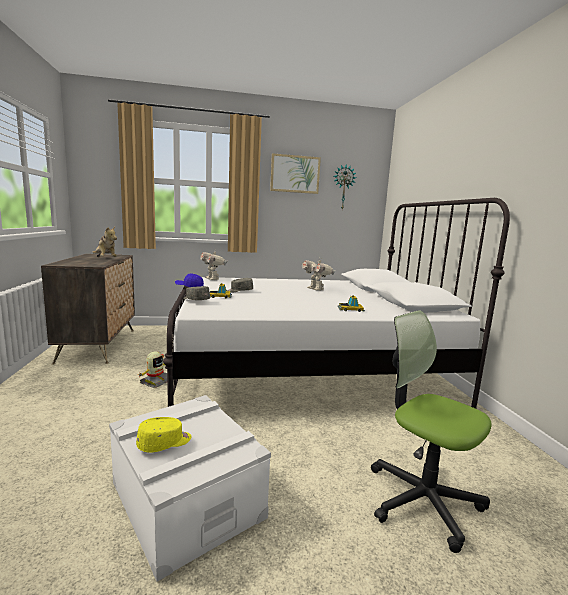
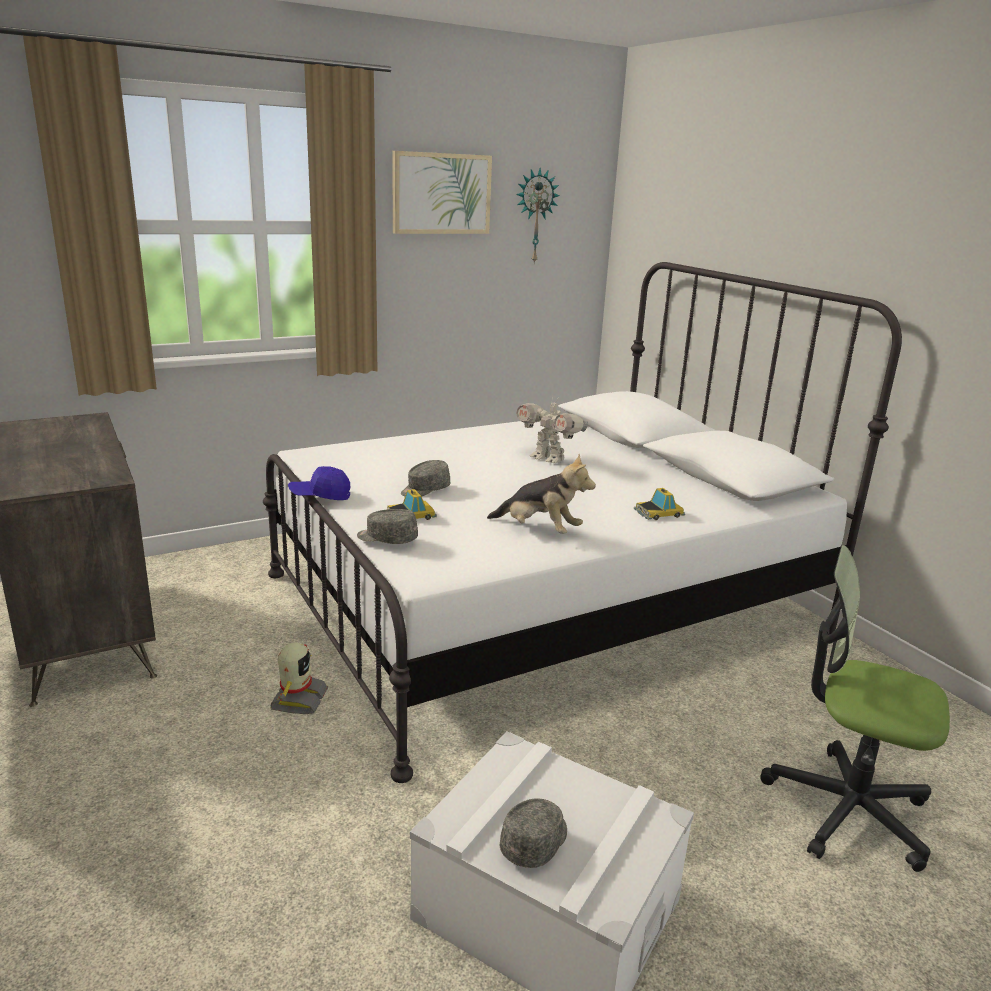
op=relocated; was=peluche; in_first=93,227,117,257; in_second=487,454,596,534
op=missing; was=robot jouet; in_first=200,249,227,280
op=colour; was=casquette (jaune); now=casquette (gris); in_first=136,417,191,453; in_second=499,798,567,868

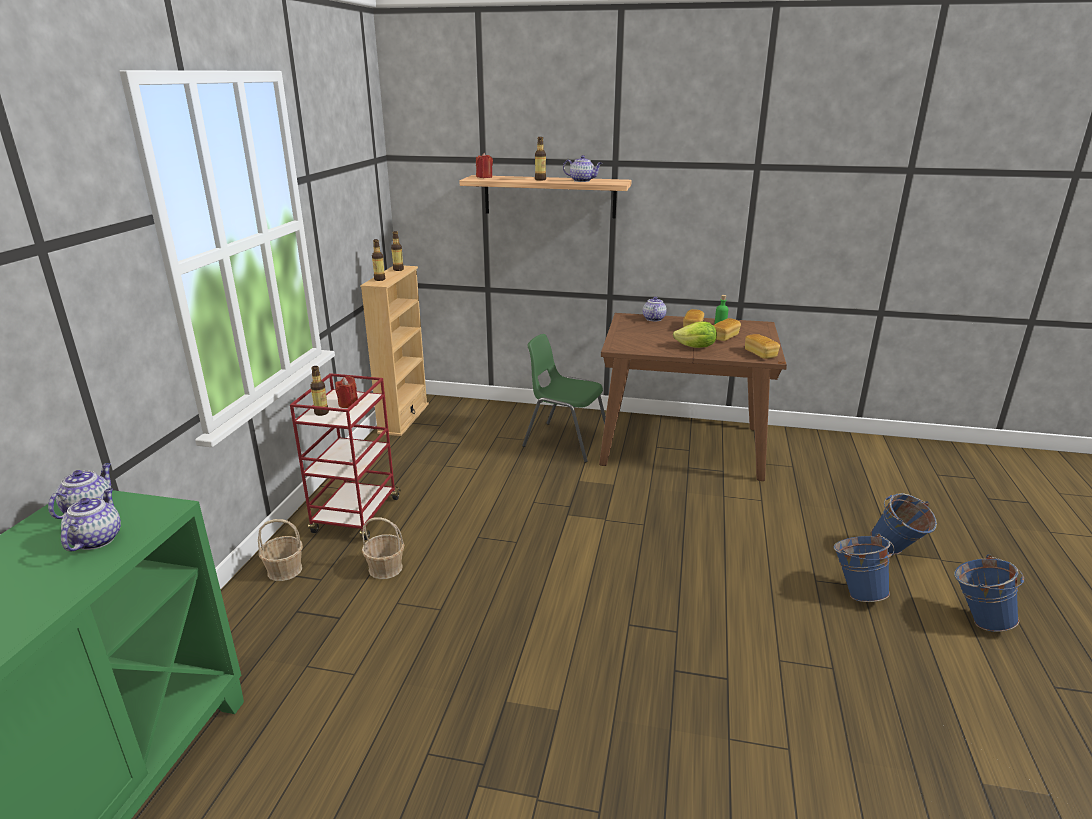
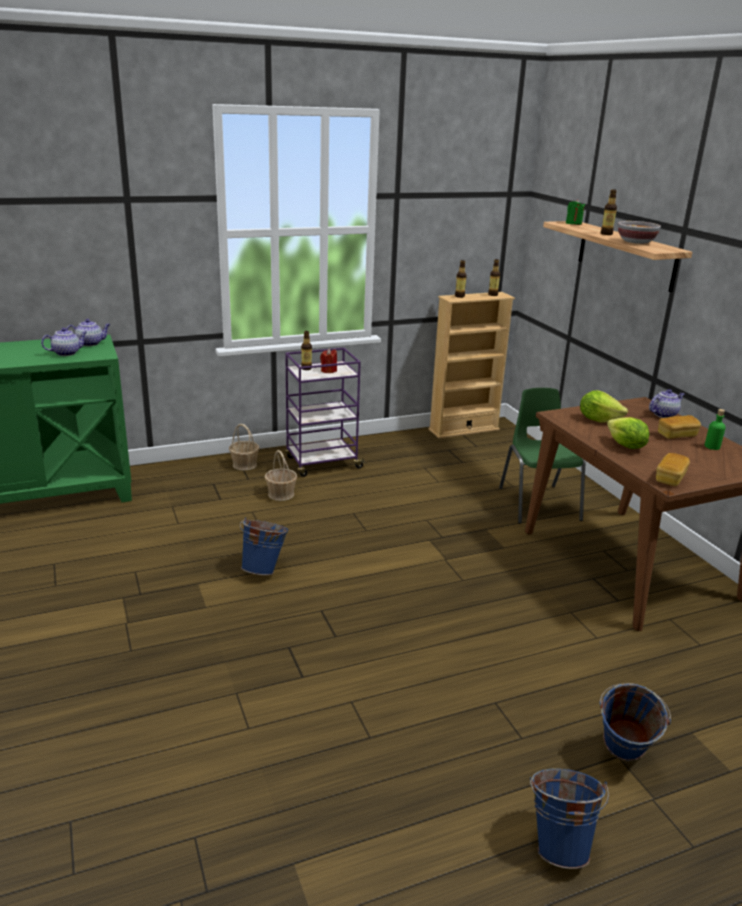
op=colour; was=bougie (rouge); now=bougie (vert); in_first=476,153,493,178; in_second=566,199,585,225
op=exchanged; was=théière; now=bol; in_first=563,155,602,182; in_second=618,221,661,244
op=missing; was=pain; in_first=713,318,741,341
op=colour; was=chariot (rouge); now=chariot (violet); in_first=290,373,401,540; in_second=285,348,366,477
op=relocated; was=seau (bleu); in_first=834,533,895,602; in_second=240,517,289,575
op=appeared; now=laitue; in_second=580,390,628,422

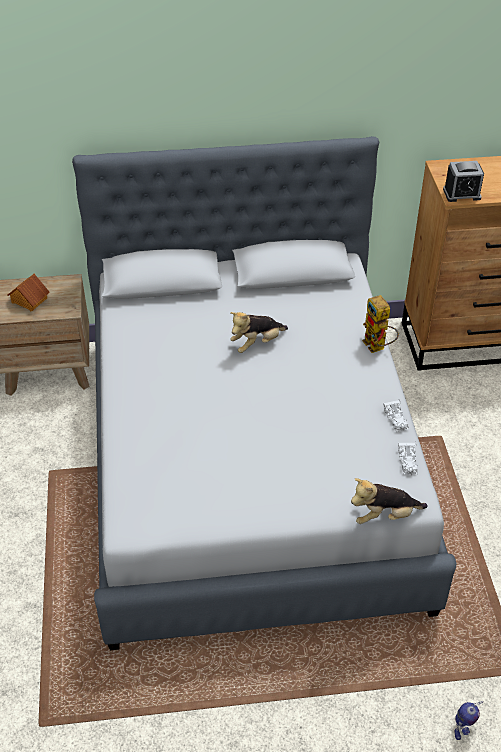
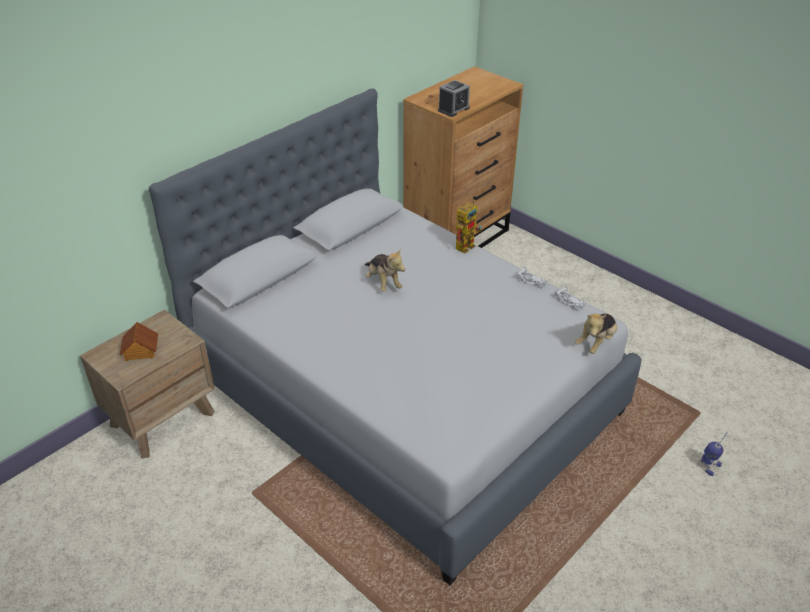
op=spun; was=robot jouet; in_first=362,295,399,353; in_second=455,200,481,254; clockwise=-75
op=spun; was=peluche; in_first=230,312,288,353; in_second=365,248,405,292; clockwise=-45

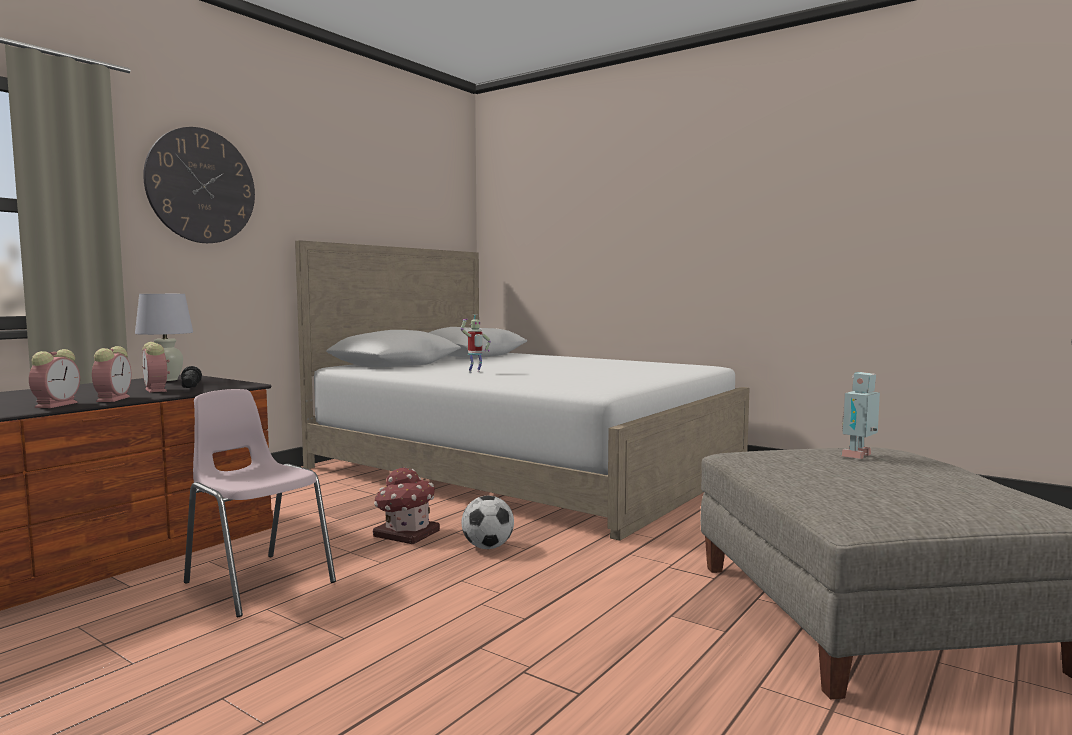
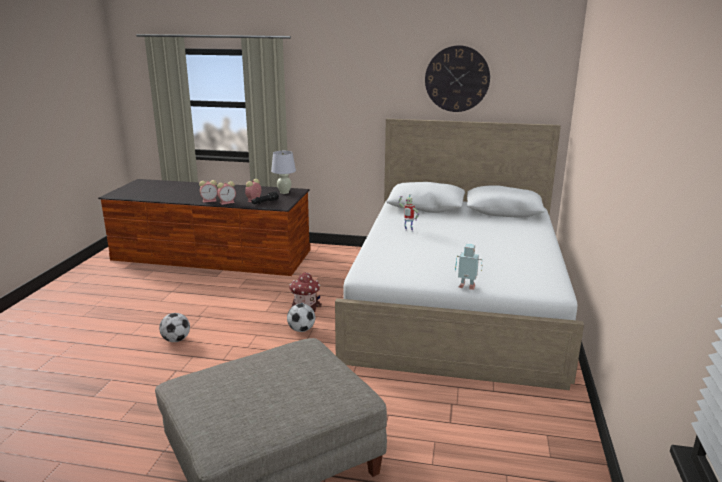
op=relocated; was=horloge murale; in_first=143,127,255,243; in_second=425,45,490,112
op=relocated; was=robot jouet; in_first=841,372,880,459; in_second=455,244,482,290
op=missing; was=chaise (rose); in_first=184,389,336,617
op=appeared; now=ballon de foot; in_second=159,313,190,342

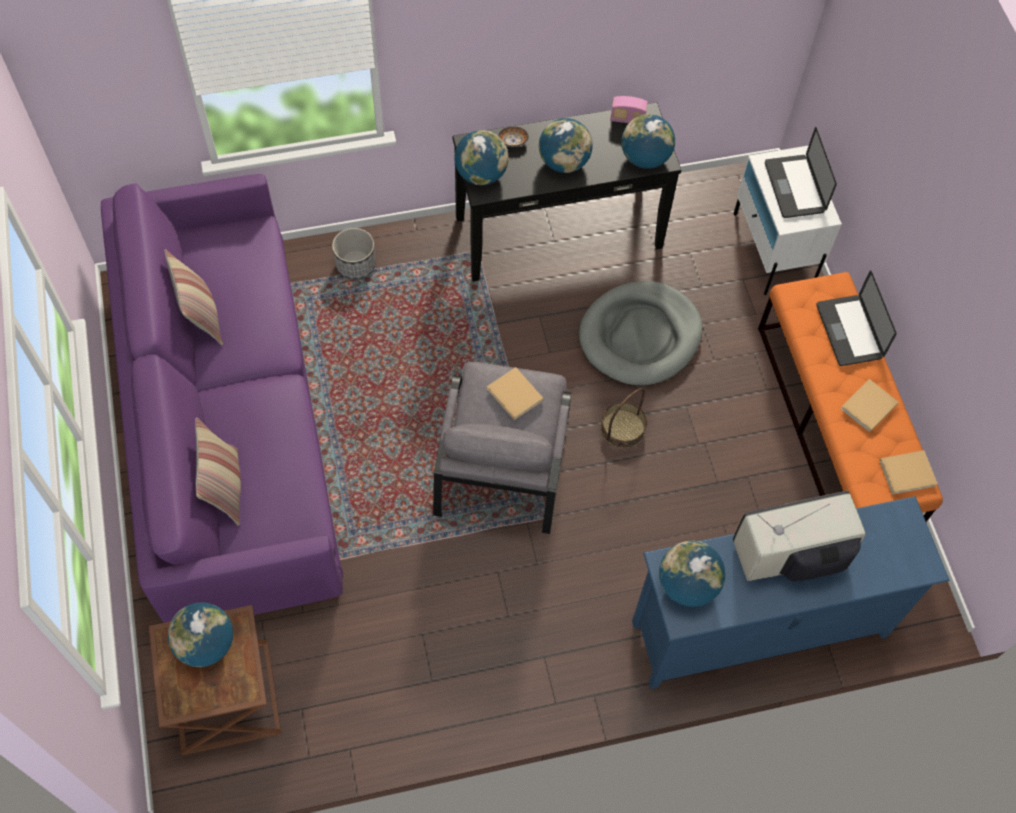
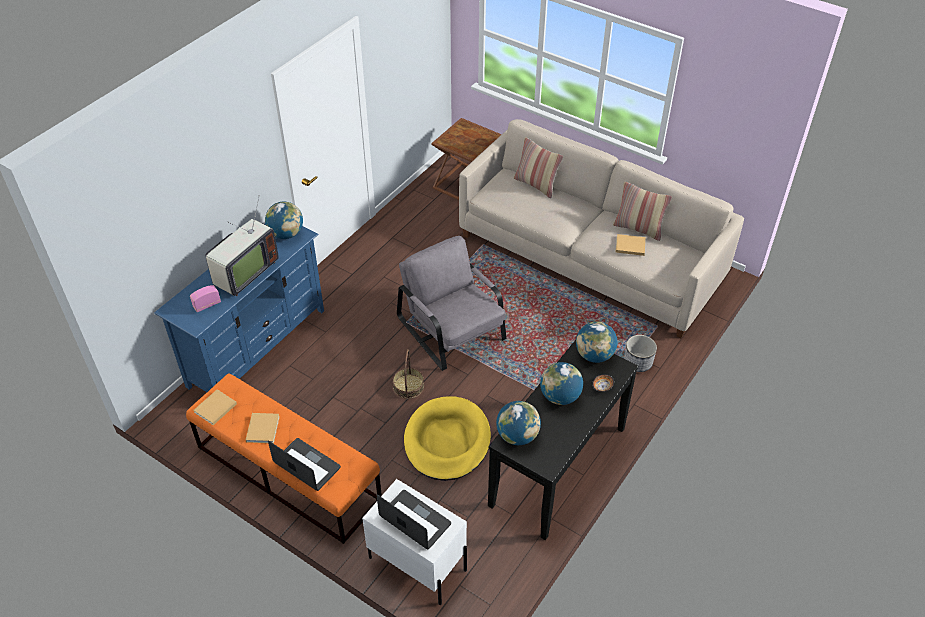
op=relocated; was=radio; in_first=610,96,648,123; in_second=190,285,221,312
op=colour; was=canapé (violet); now=canapé (beige); in_first=101,174,343,623; in_second=459,119,744,338
op=colour; was=panier pour chien (gris); now=panier pour chien (jaune); in_first=579,281,703,386; in_second=404,396,491,481
op=relocated; was=livre (beige); in_first=487,367,543,420; in_second=616,234,646,256
op=missing; was=globe; in_first=168,602,233,667

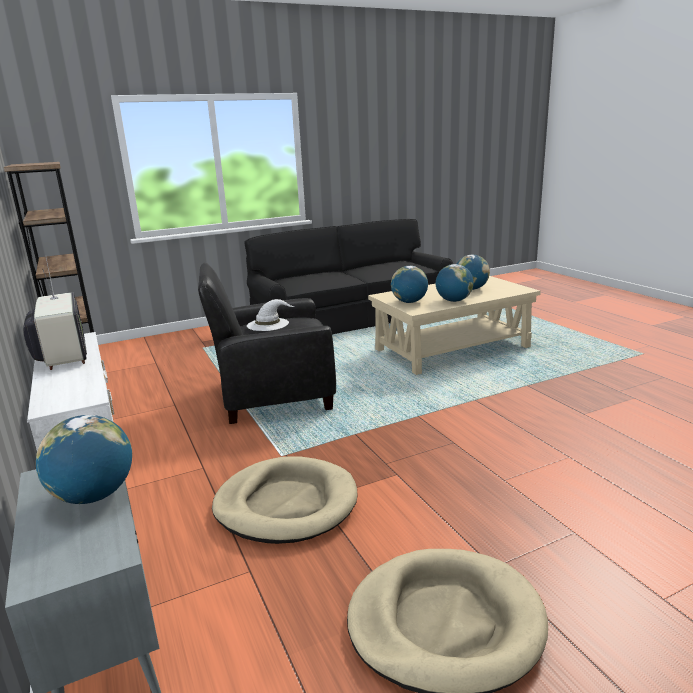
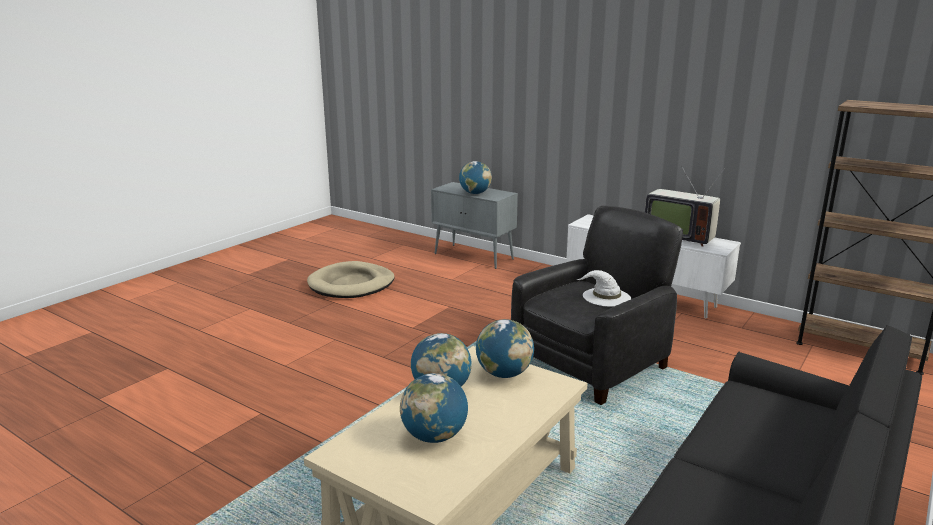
op=missing; was=panier pour chien (beige); in_first=212,456,358,544

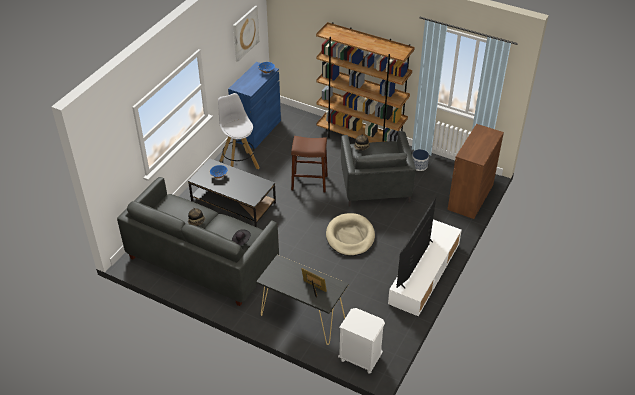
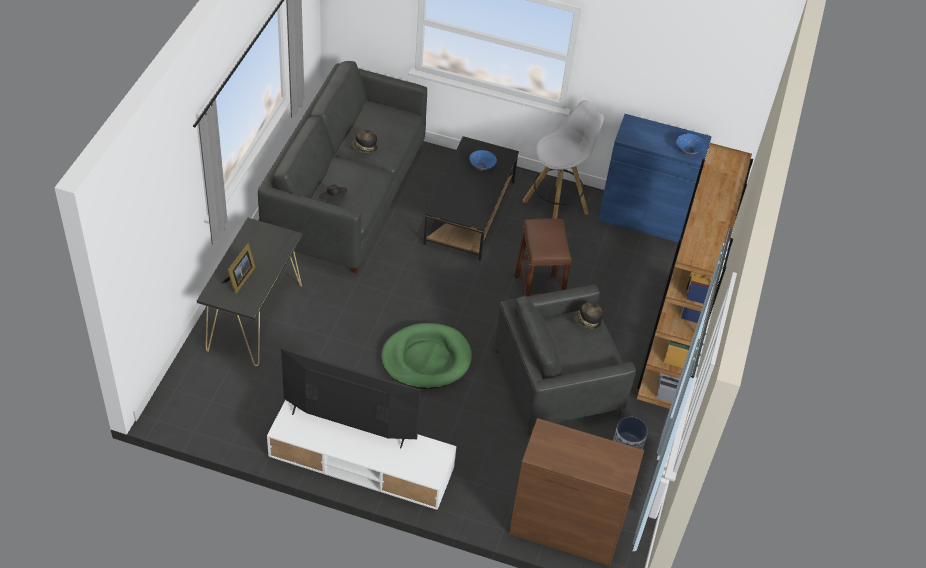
op=missing; was=tableau; in_first=233,5,259,62
op=colour; was=panier pour chien (beige); now=panier pour chien (vert); in_first=326,213,375,256; in_second=381,323,472,389
op=missing; was=table de chevet (blanc); in_first=338,308,385,374

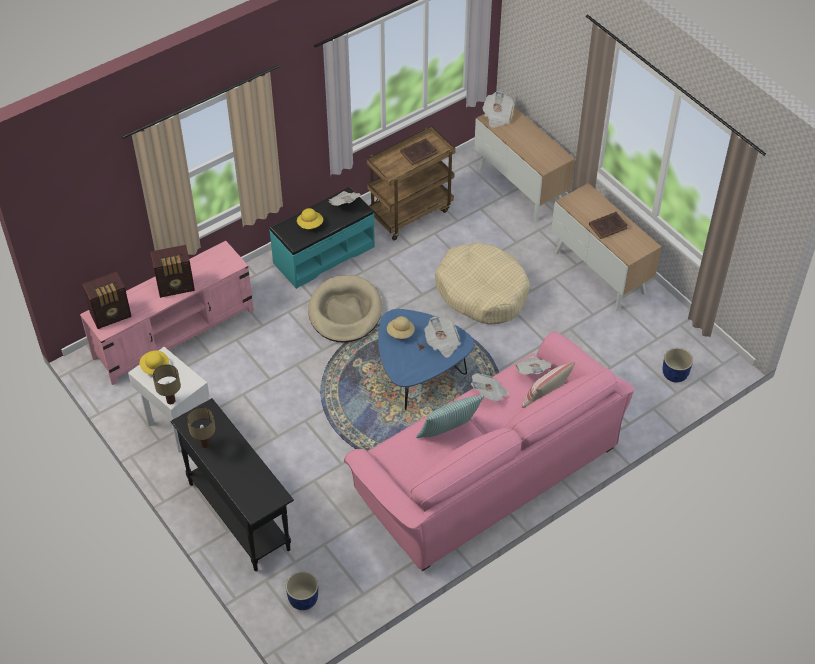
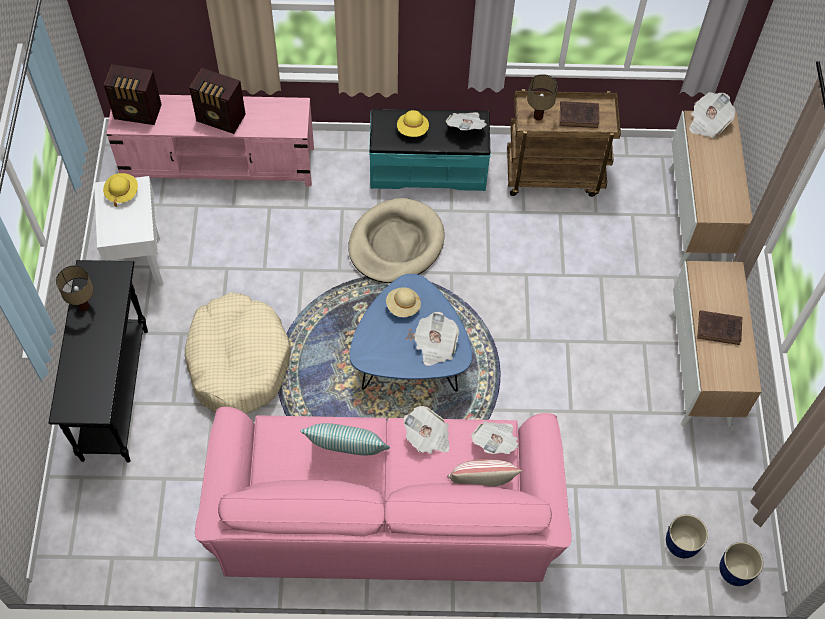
op=relocated; was=panier pour chien (beige); in_first=435,242,530,325; in_second=185,292,291,414
op=relocated; was=lampe de table; in_first=153,364,181,404; in_second=527,74,558,120
op=relocated; was=cache-pot (bleu); in_first=286,571,318,610; in_second=719,542,763,586

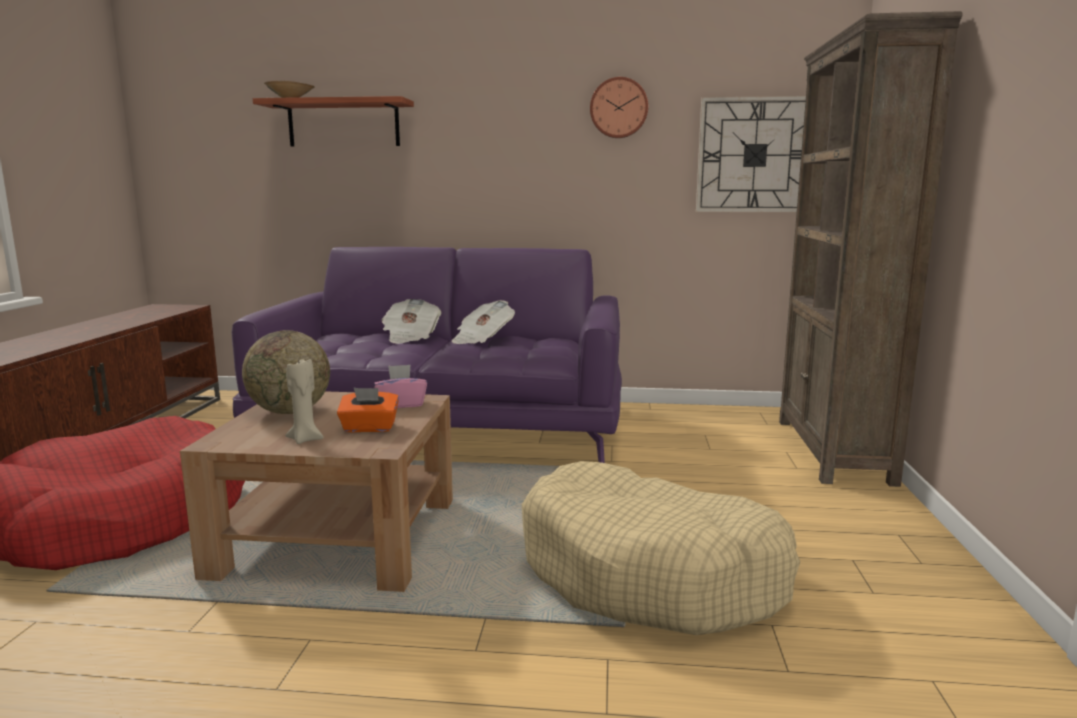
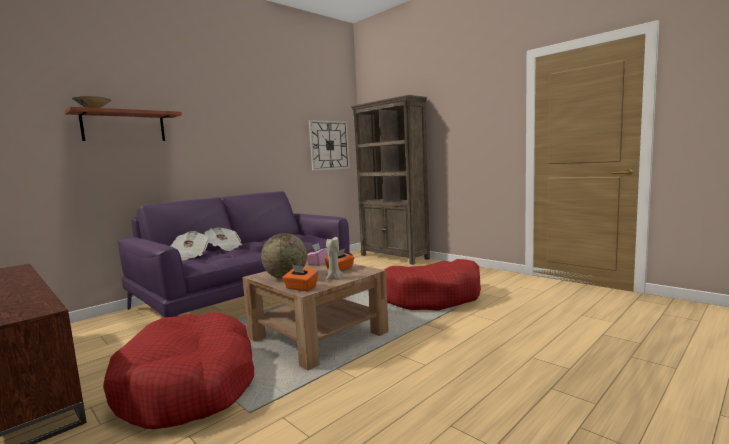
op=missing; was=horloge murale; in_first=590,77,648,138
op=relocated; was=journal; in_first=452,300,515,344; in_second=171,231,210,261
op=colour; was=panier pour chien (beige); now=panier pour chien (rouge); in_first=521,461,800,635; in_second=384,259,481,311
op=appeared; now=boîte à mouchoirs (orange); in_second=282,265,318,291

